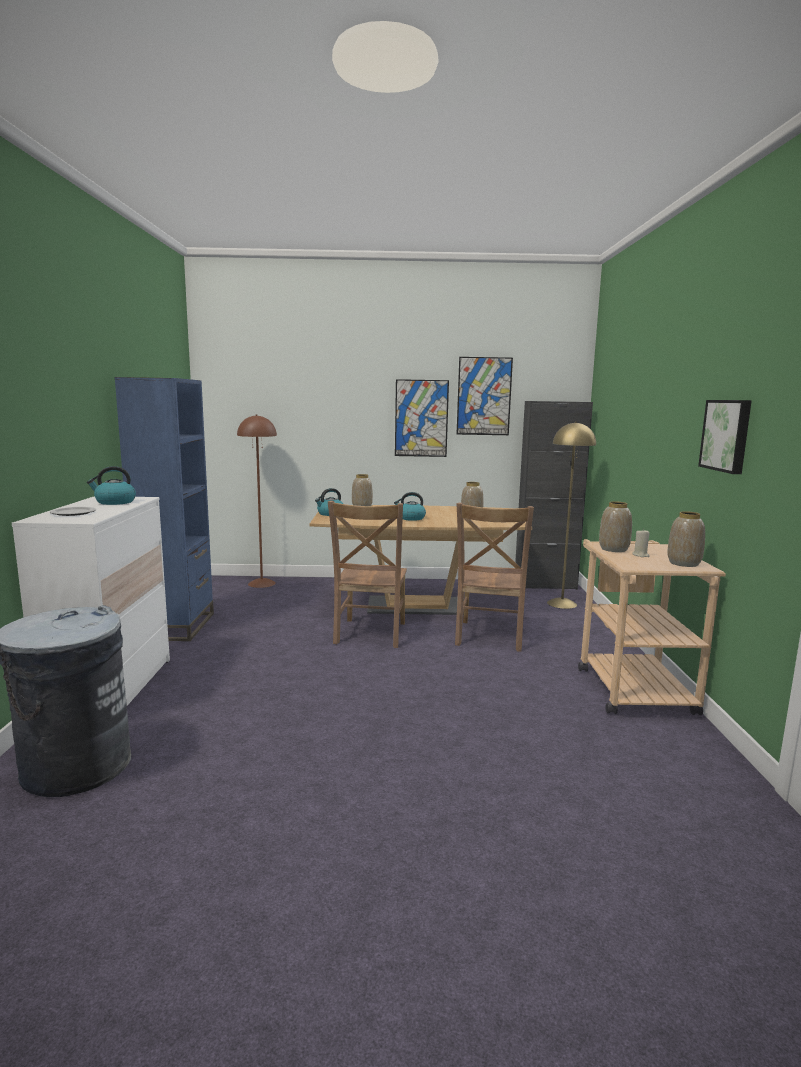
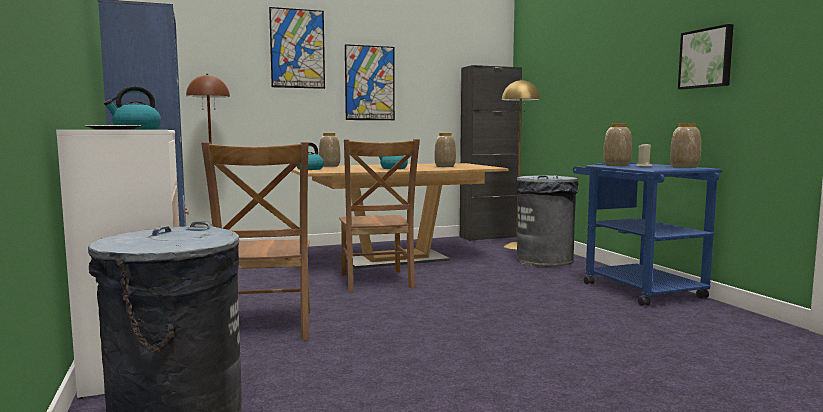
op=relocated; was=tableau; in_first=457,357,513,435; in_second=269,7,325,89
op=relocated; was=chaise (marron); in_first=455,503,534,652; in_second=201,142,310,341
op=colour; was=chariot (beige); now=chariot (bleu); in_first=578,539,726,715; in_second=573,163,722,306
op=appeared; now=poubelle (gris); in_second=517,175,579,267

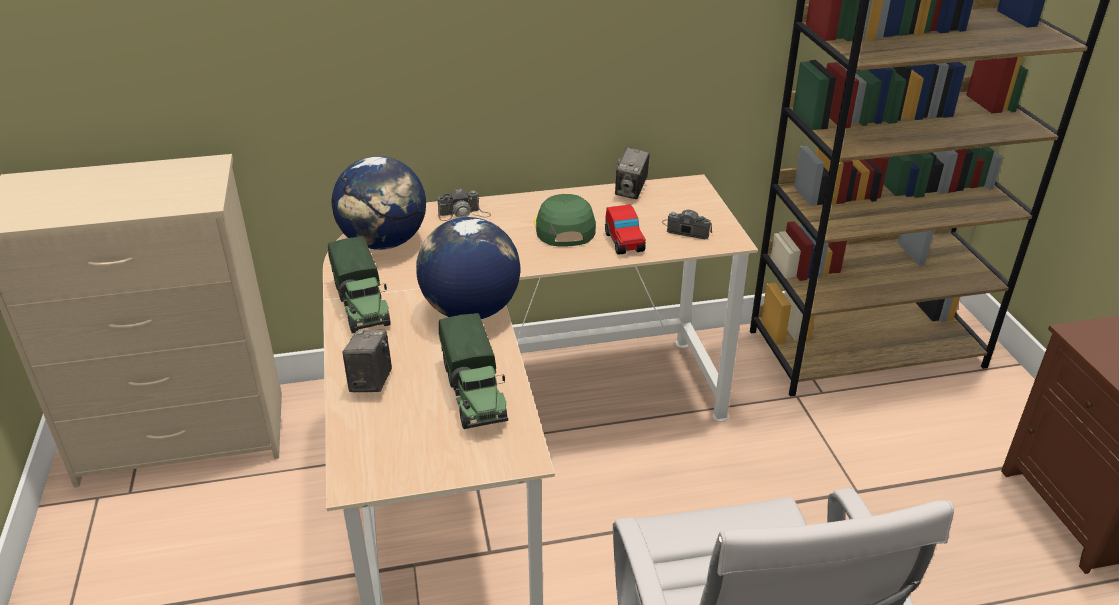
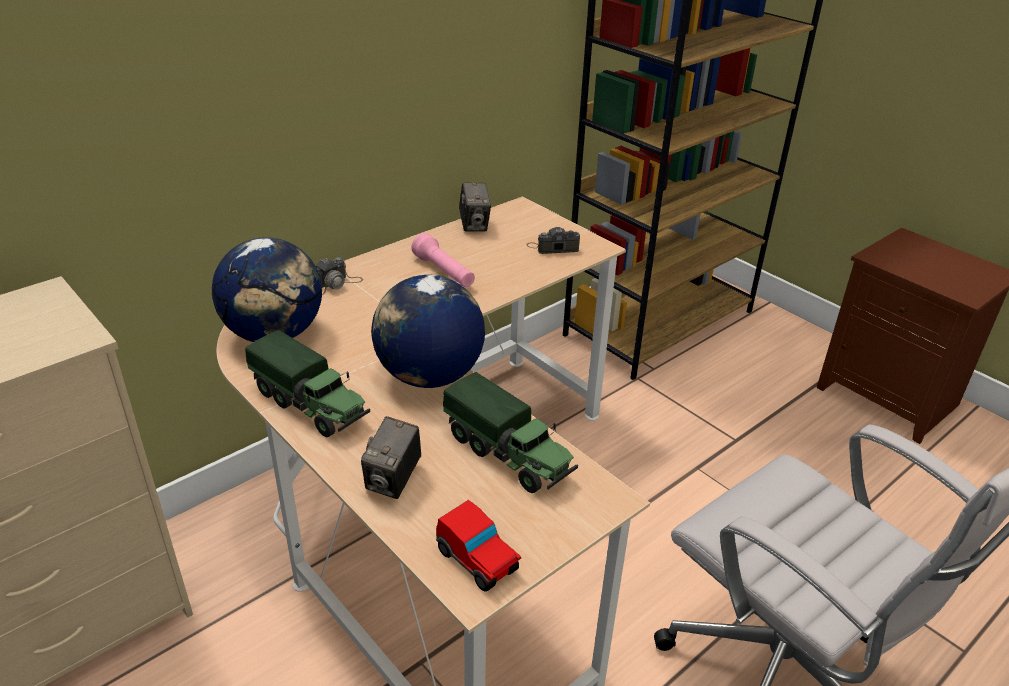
op=exchanged; was=casquette (vert); now=lampe de poche (rose); in_first=534,194,596,246; in_second=411,233,475,287
op=relocated; was=petite voiture; in_first=605,204,646,255; in_second=436,500,521,592
op=spun; was=appareil photo; in_first=342,330,392,392; in_second=361,416,421,499; clockwise=-135

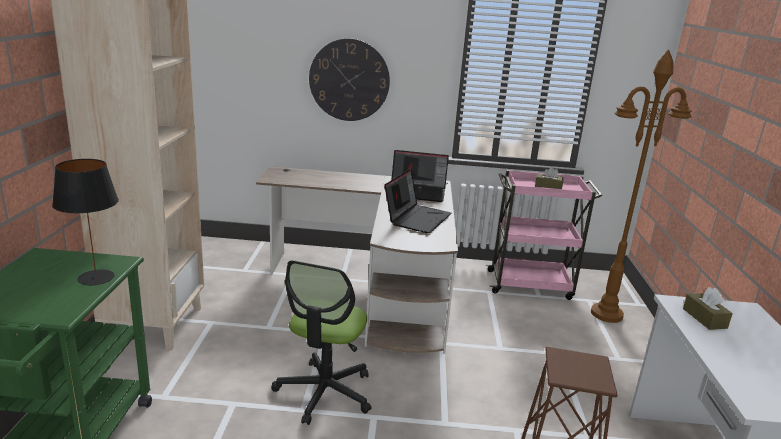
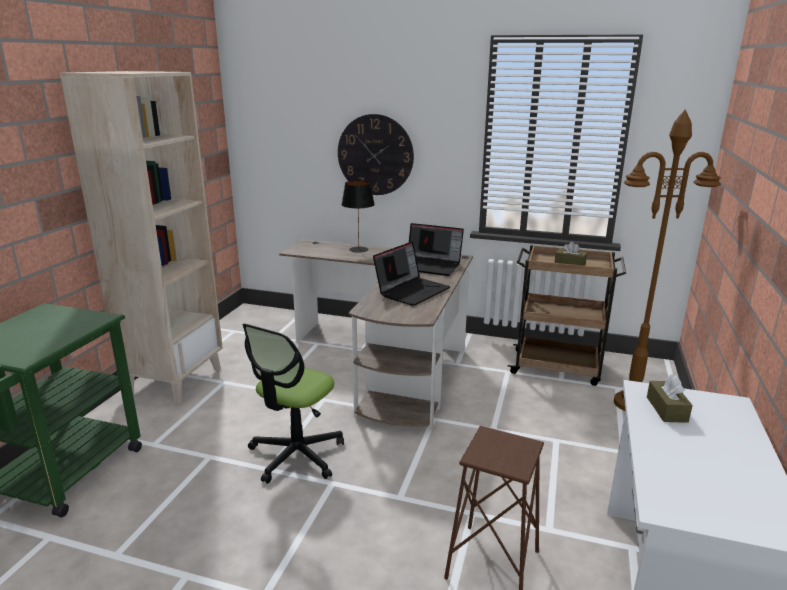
op=relocated; was=lampe de table (noir); in_first=52,159,119,285; in_second=341,180,375,253
op=colour; was=chariot (rose); now=chariot (marron); in_first=485,170,602,300; in_second=508,245,626,386

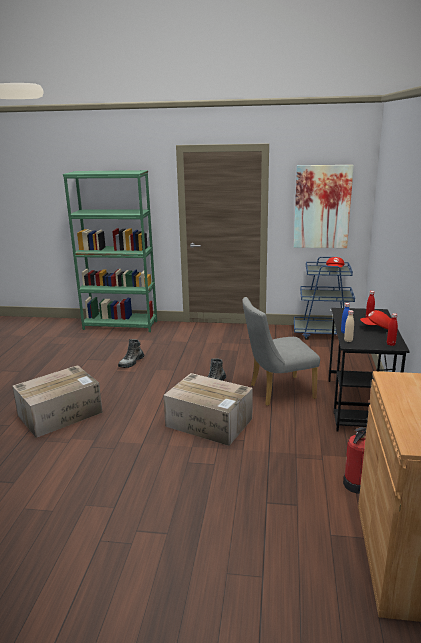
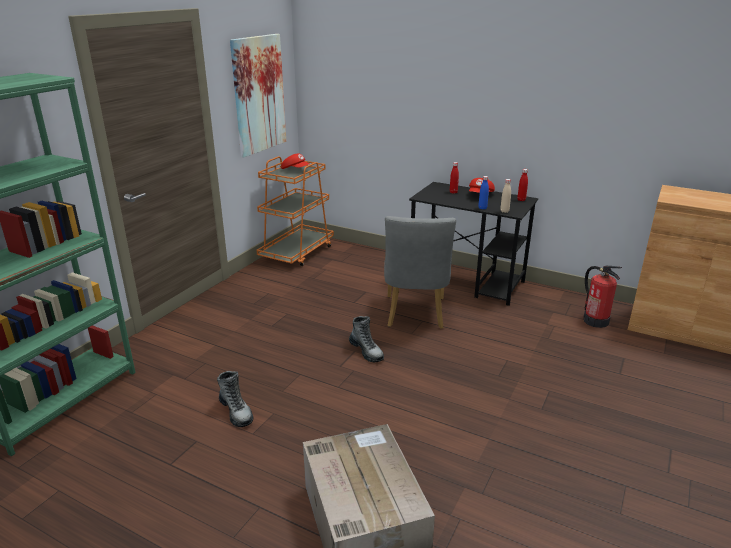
op=colour; was=chariot (bleu); now=chariot (orange); in_first=294,257,355,340; in_second=257,156,334,266
op=missing; was=carton; in_first=163,373,253,446

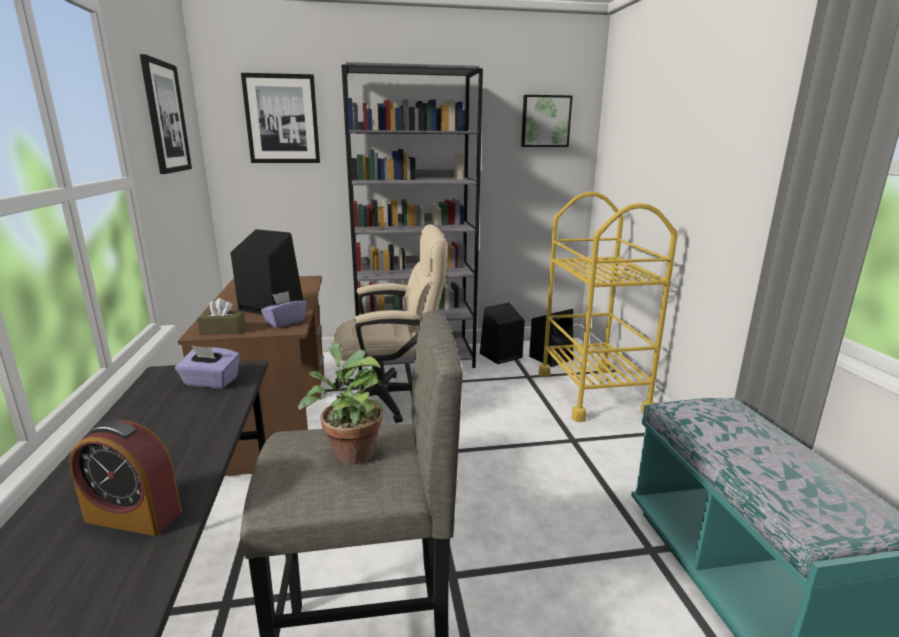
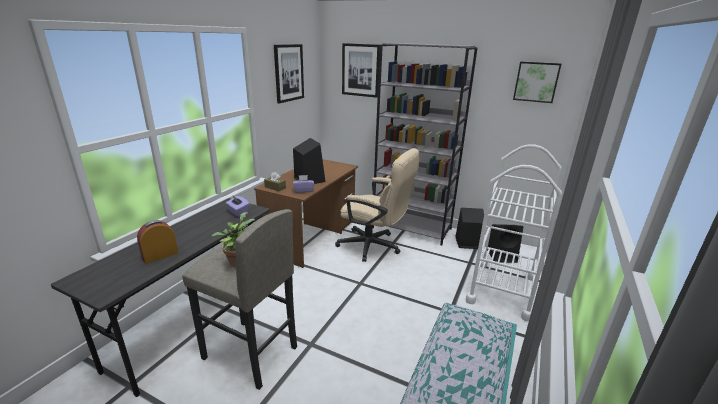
op=colour; was=chariot (jaune); now=chariot (blanc); in_first=539,191,678,422; in_second=466,144,562,321
op=spun; was=réveil; in_first=70,420,182,536; in_second=137,220,178,264; clockwise=90

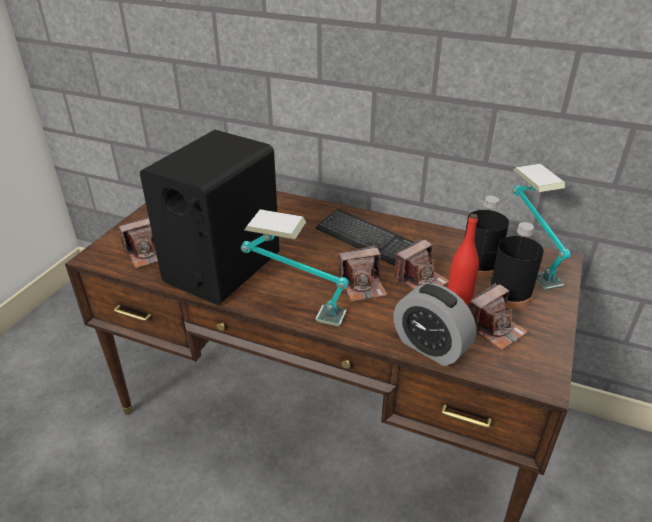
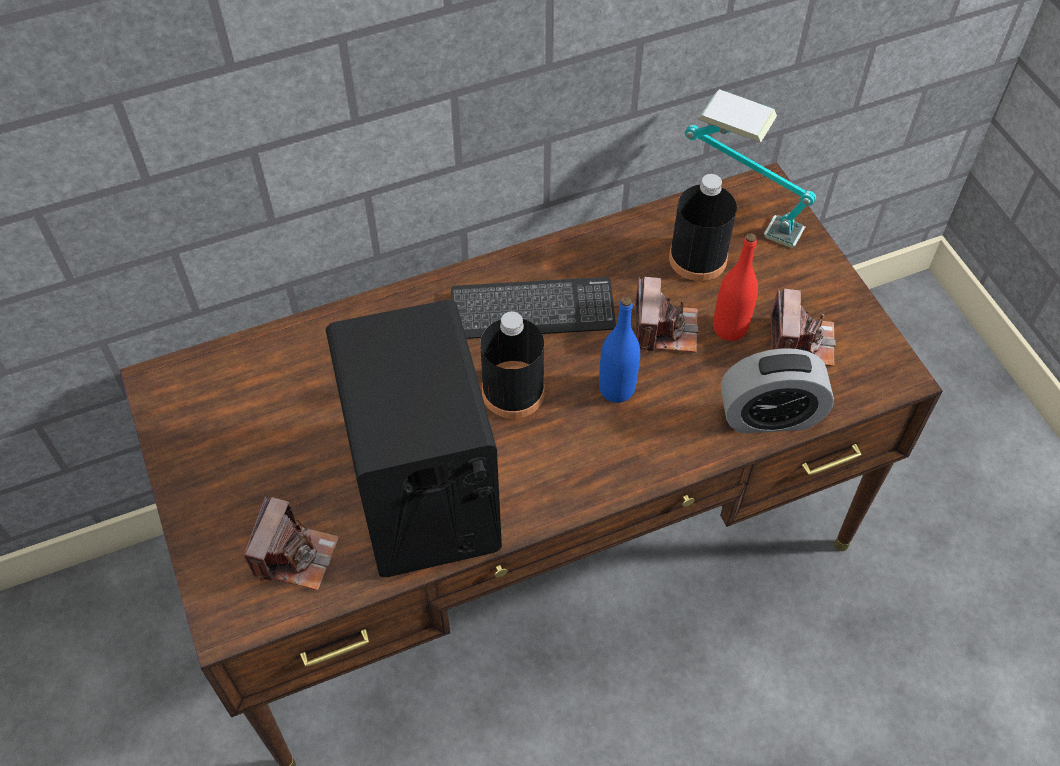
op=missing; was=lampe de table; in_first=241,209,349,327
op=relocated; was=bouteille (noir); in_first=489,222,544,309; in_second=480,311,544,419
op=exchanged; was=appareil photo; now=bouteille (bleu); in_first=338,246,387,302; in_second=599,297,640,403

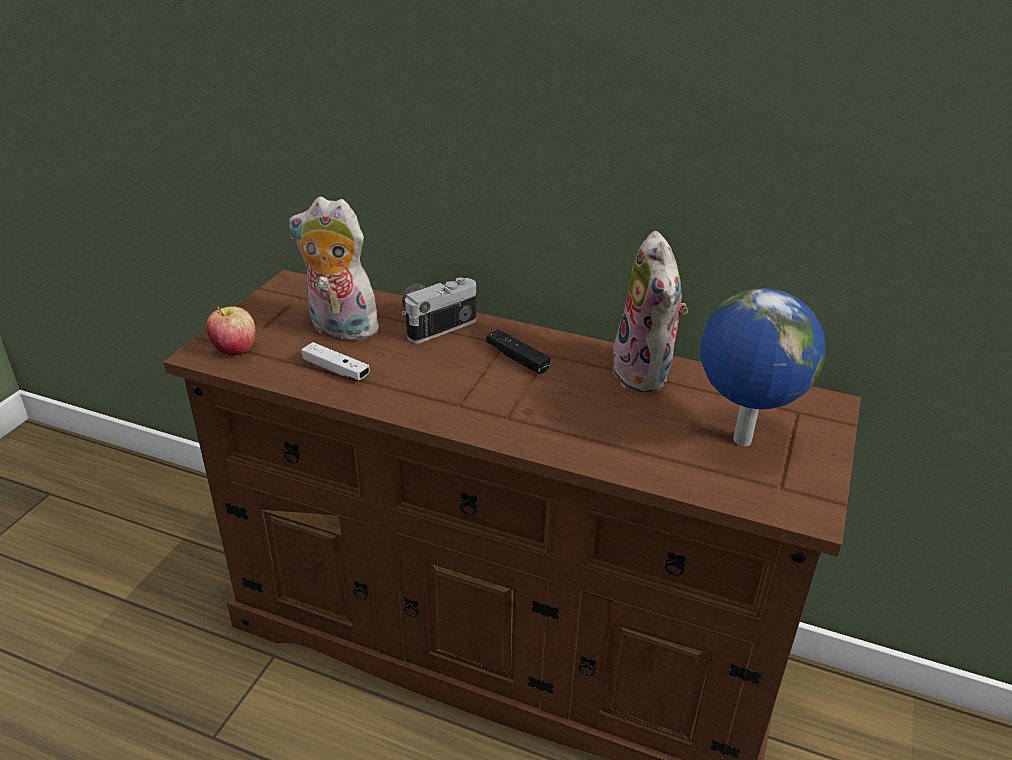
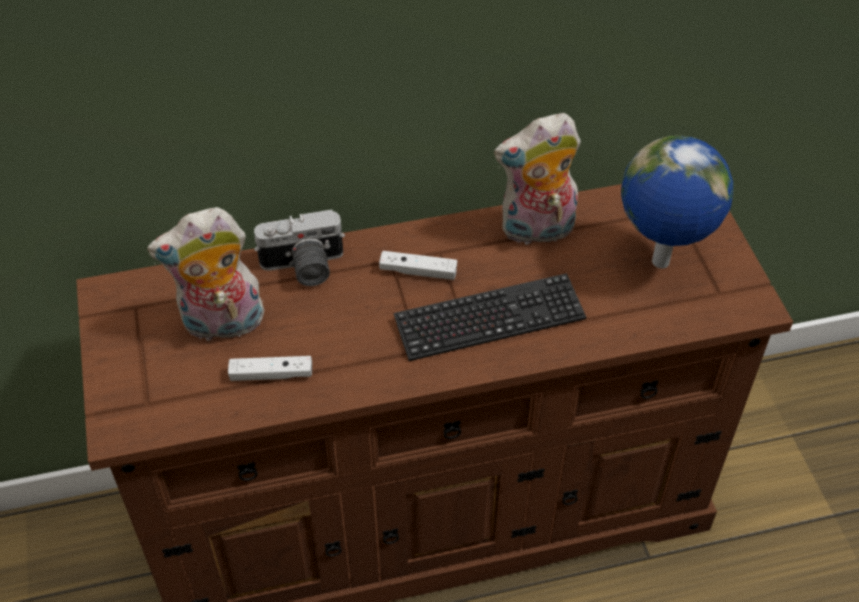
op=spun; was=peluche; in_first=612,231,688,393; in_second=494,113,581,246; clockwise=120
op=spun; was=appareil photo; in_first=402,277,476,344; in_second=254,210,345,286; clockwise=-120
op=missing; was=pomme; in_first=207,306,256,356
op=colour; was=manette (noir); now=manette (blanc); in_first=486,329,550,374; in_second=379,251,457,280
op=appeared; now=clavier; in_second=394,273,586,361

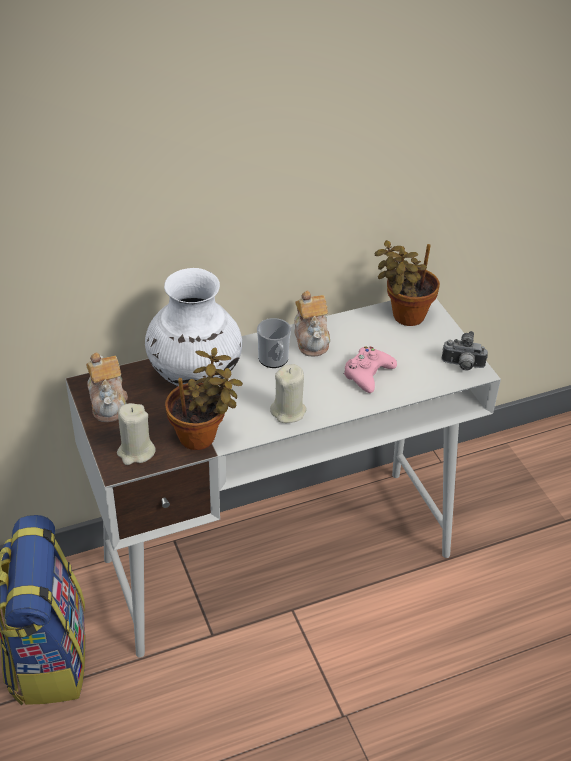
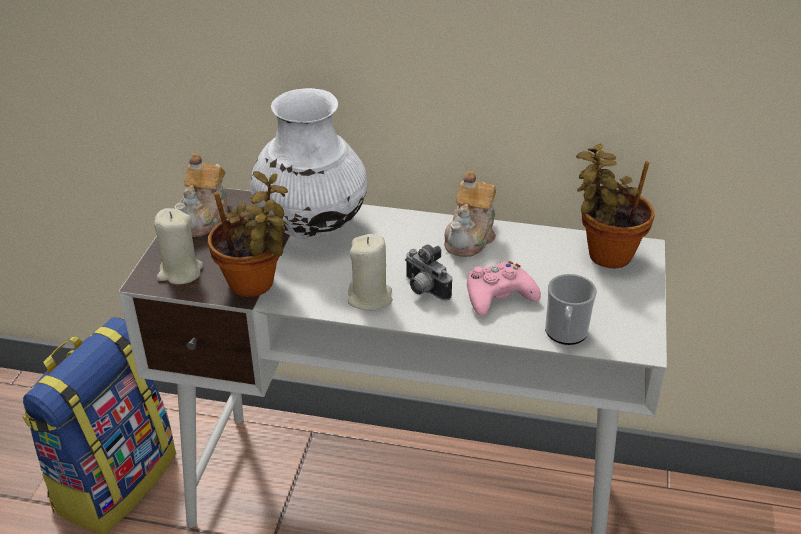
op=relocated; was=mug; in_first=257,318,291,368; in_second=545,274,597,345
op=relocated; was=appareil photo; in_first=442,331,488,371; in_second=405,244,452,301

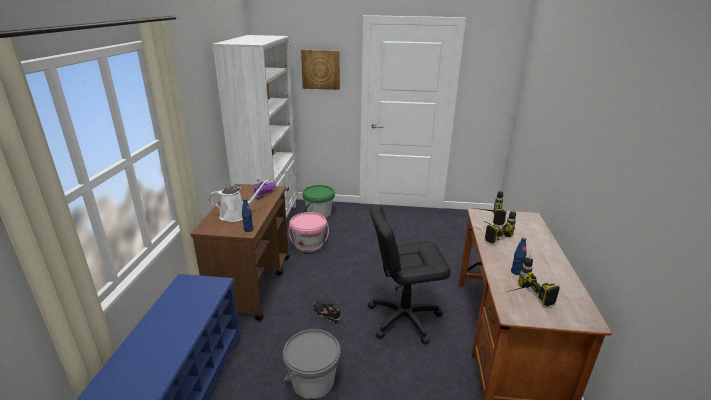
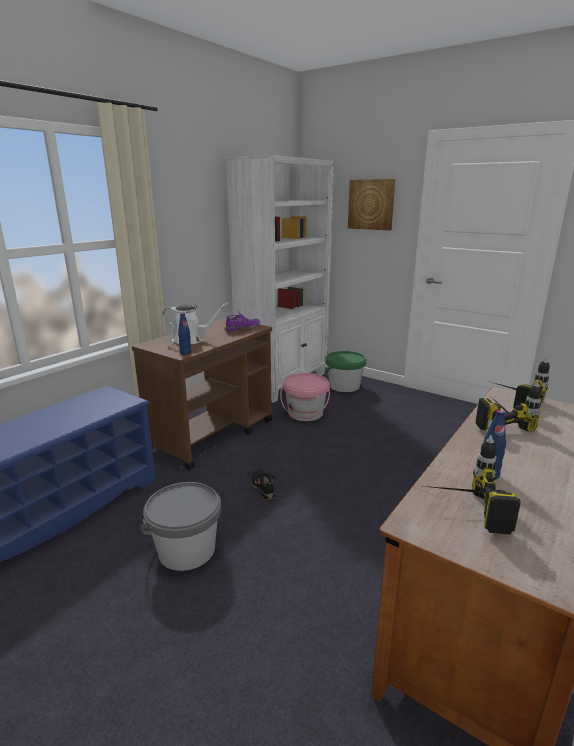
op=missing; was=chaise de bureau (noir); in_first=368,204,451,345

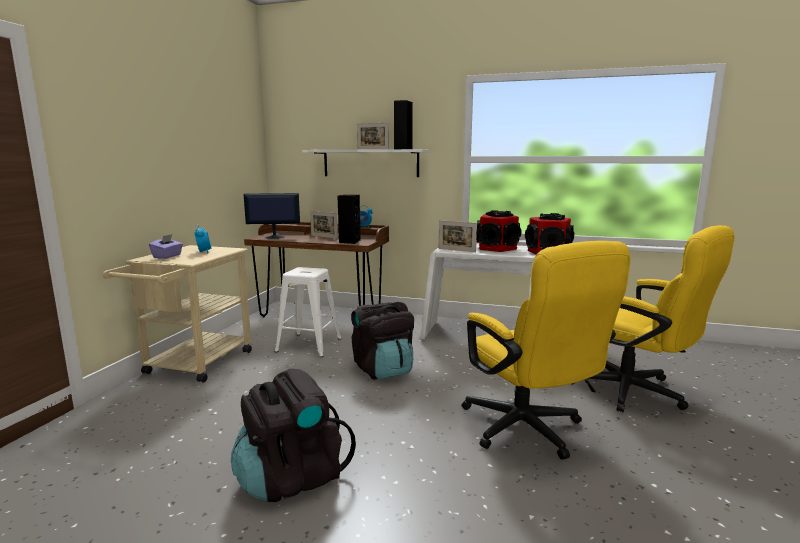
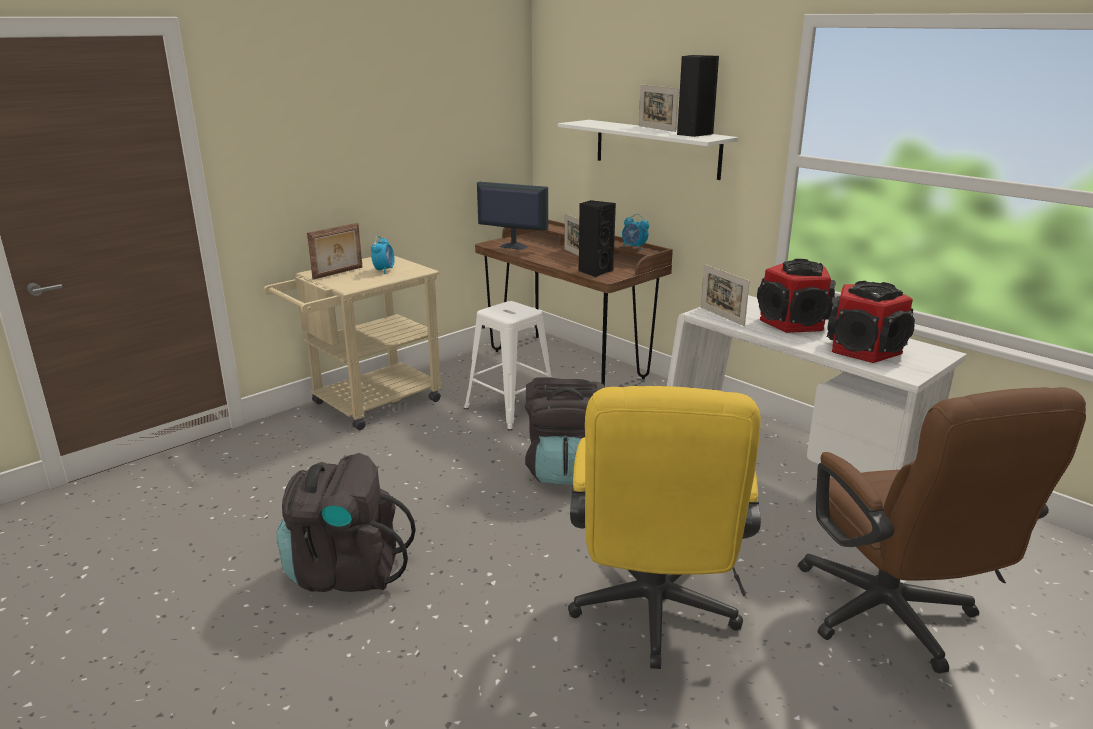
op=colour; was=chaise de bureau (jaune); now=chaise de bureau (marron); in_first=573,225,734,412; in_second=798,387,1086,673
op=exchanged; was=boîte à mouchoirs (violet); now=cadre photo; in_first=149,234,183,259; in_second=307,223,362,280

